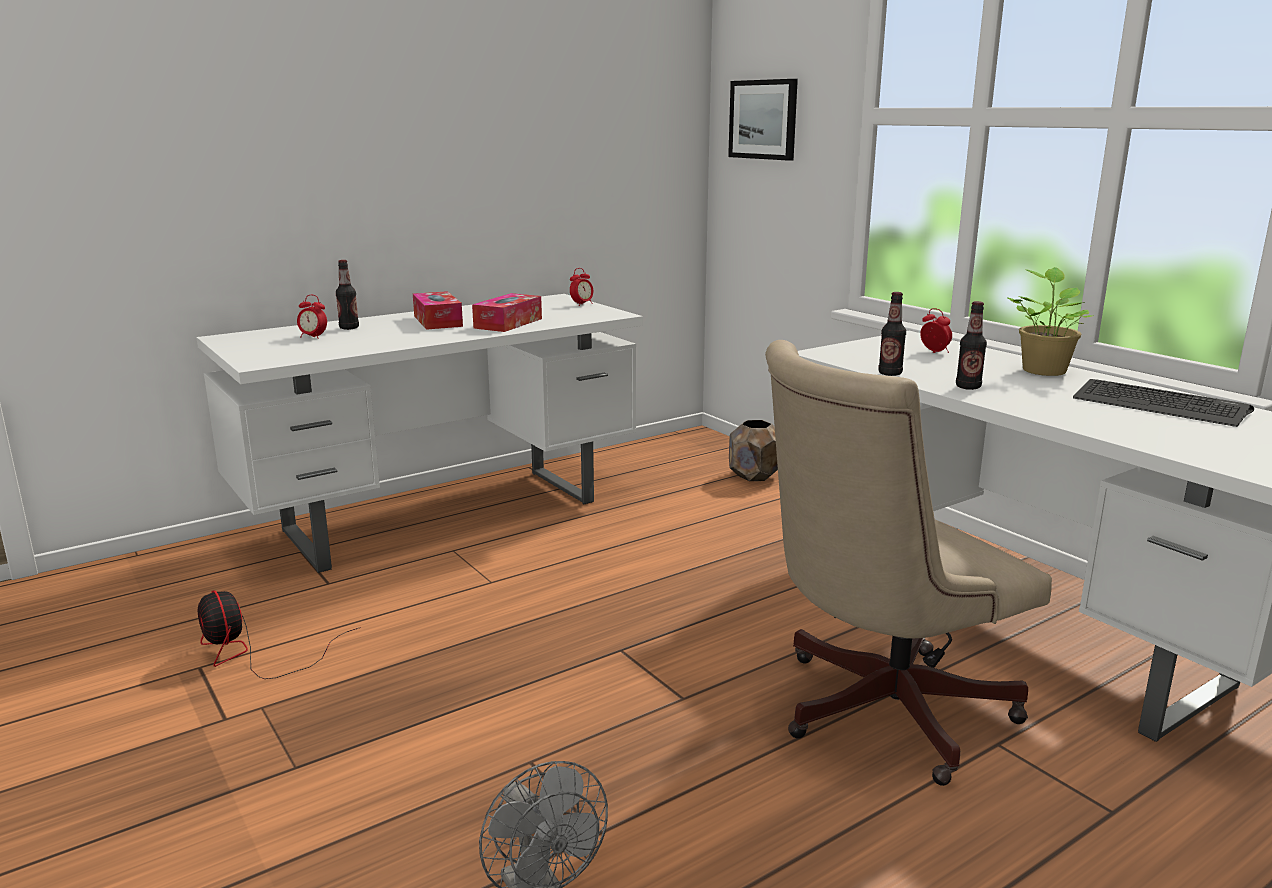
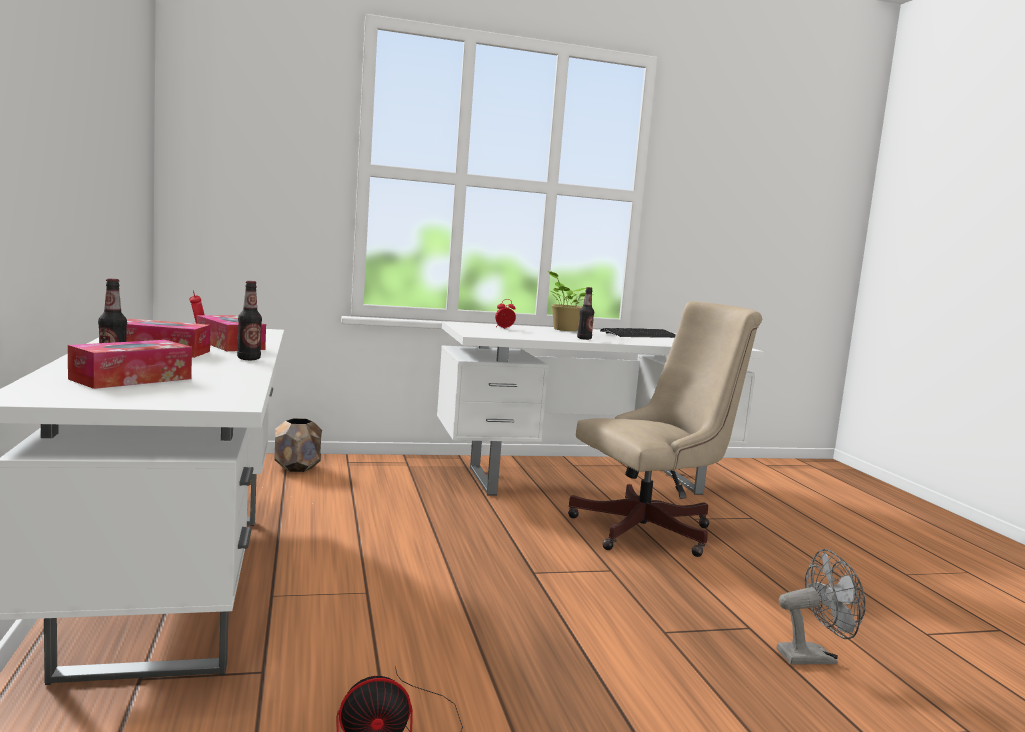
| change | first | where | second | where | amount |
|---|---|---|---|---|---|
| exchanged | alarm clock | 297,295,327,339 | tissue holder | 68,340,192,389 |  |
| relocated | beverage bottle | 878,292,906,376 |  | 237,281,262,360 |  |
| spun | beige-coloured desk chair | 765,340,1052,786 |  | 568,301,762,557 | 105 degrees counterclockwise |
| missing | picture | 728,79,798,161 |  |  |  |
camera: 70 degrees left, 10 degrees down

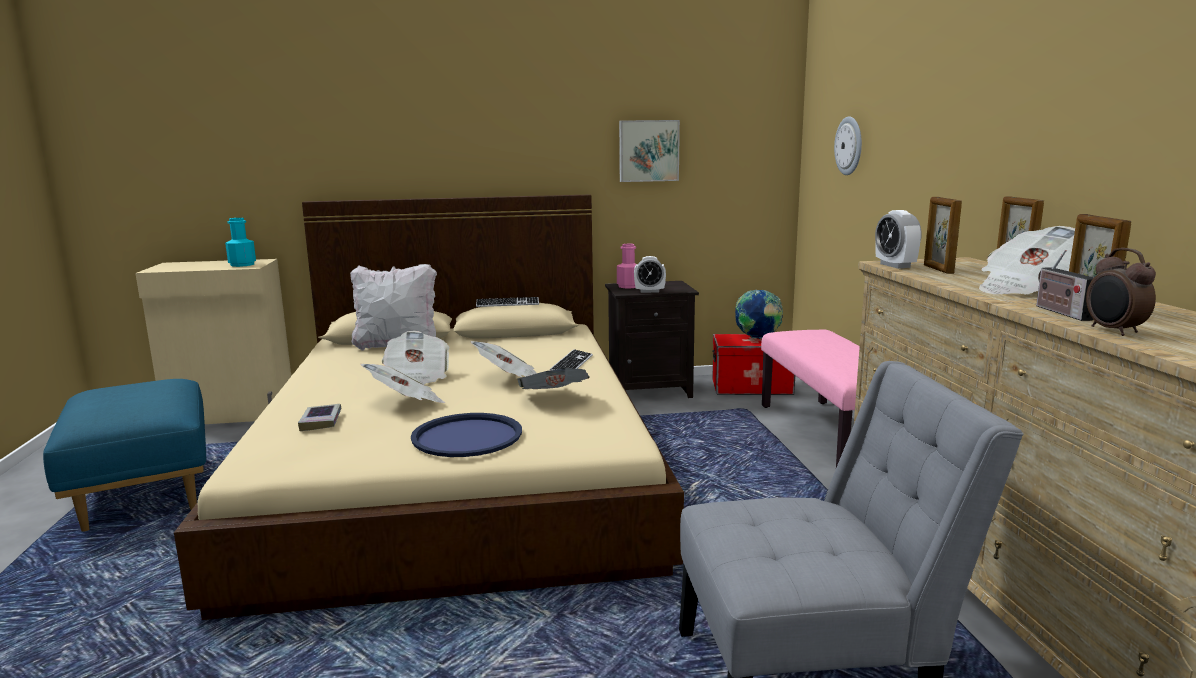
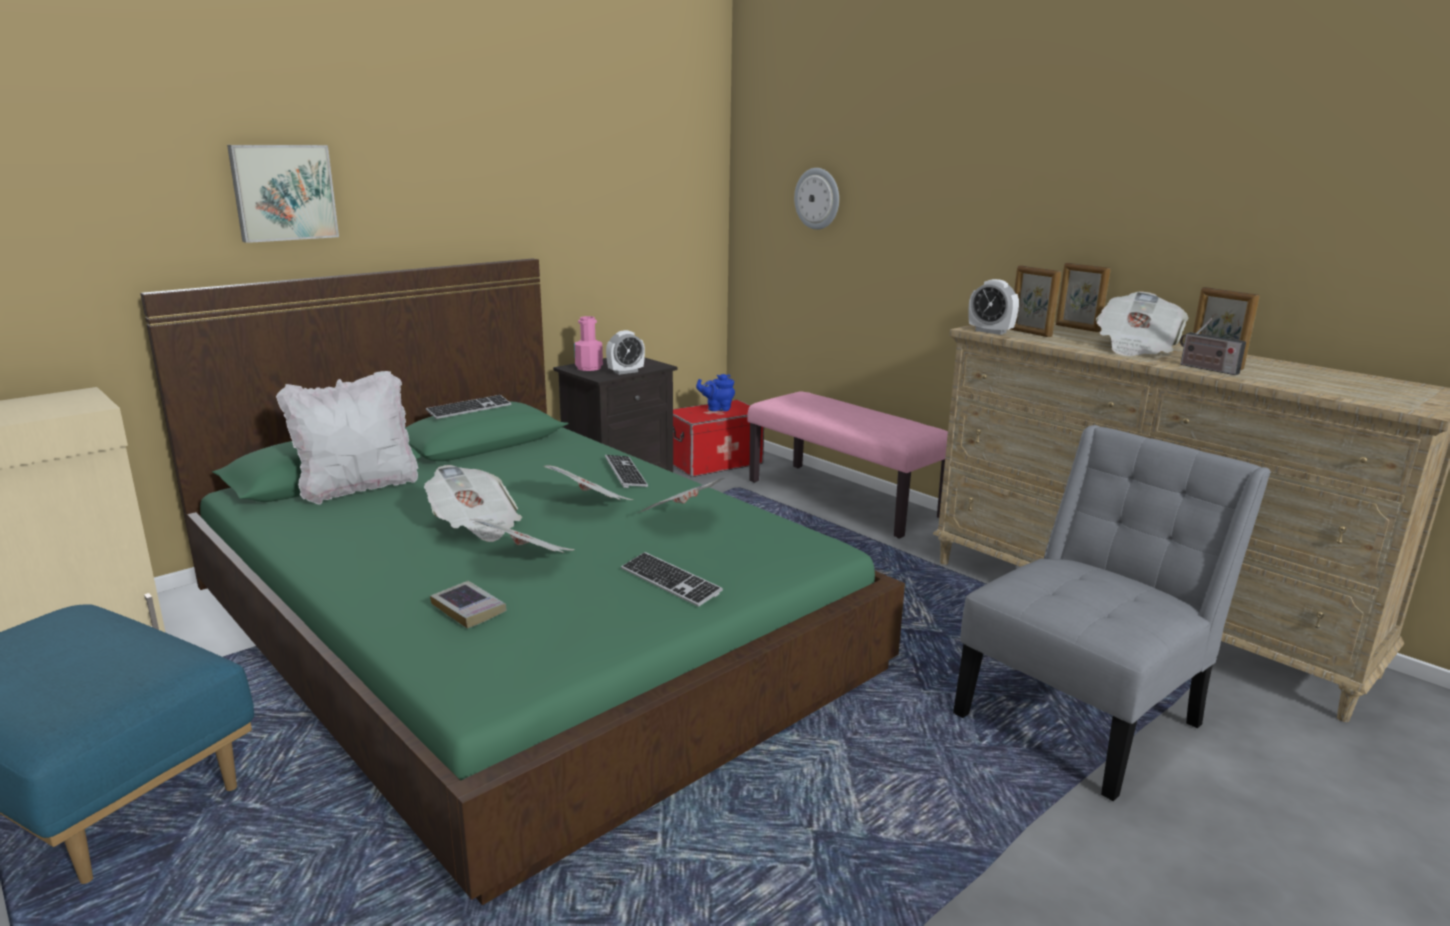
| change | first | where | second | where | amount |
|---|---|---|---|---|---|
| colour | beige-coloured bedroom bed | 174,195,684,620 | greenish bedroom bed | 140,258,905,905 |  |
| relocated | picture | 619,120,680,182 |  | 227,145,339,243 |  |
| exchanged | blue-coloured carrying tray | 411,413,522,457 | keyboard | 621,552,723,607 |  |
| exchanged | globe | 735,290,783,339 | blue-coloured tea pot | 696,374,735,411 |  |
| missing | blue-green beverage bottle | 225,218,256,267 |  |  |  |
| missing | alarm clock | 1086,248,1156,336 |  |  |  |
camera: 35 degrees left, 5 degrees up

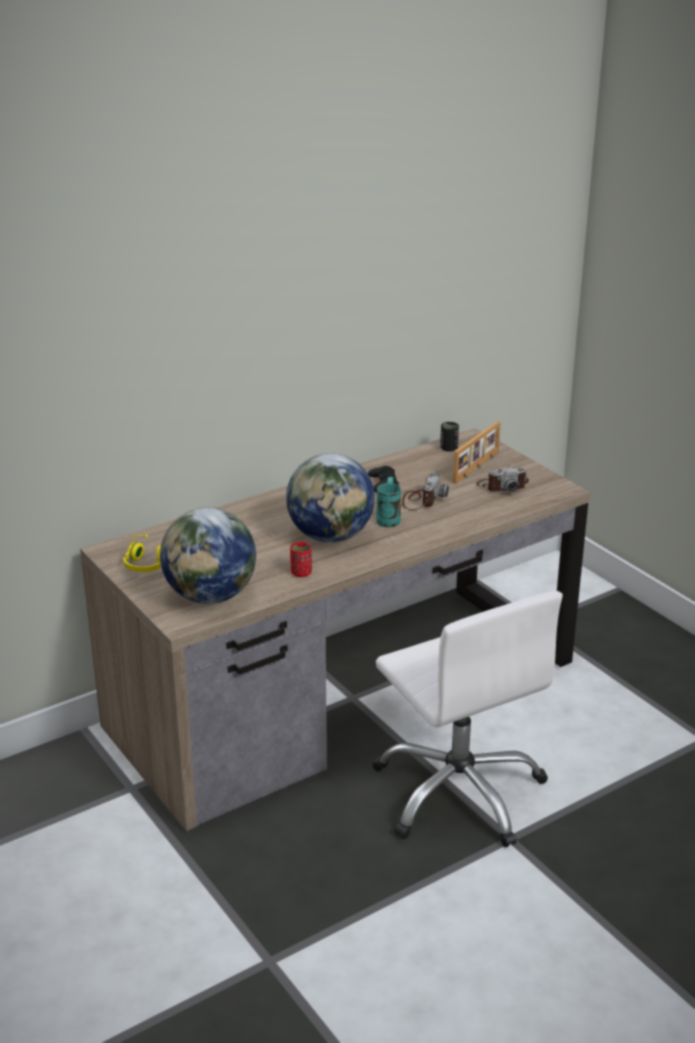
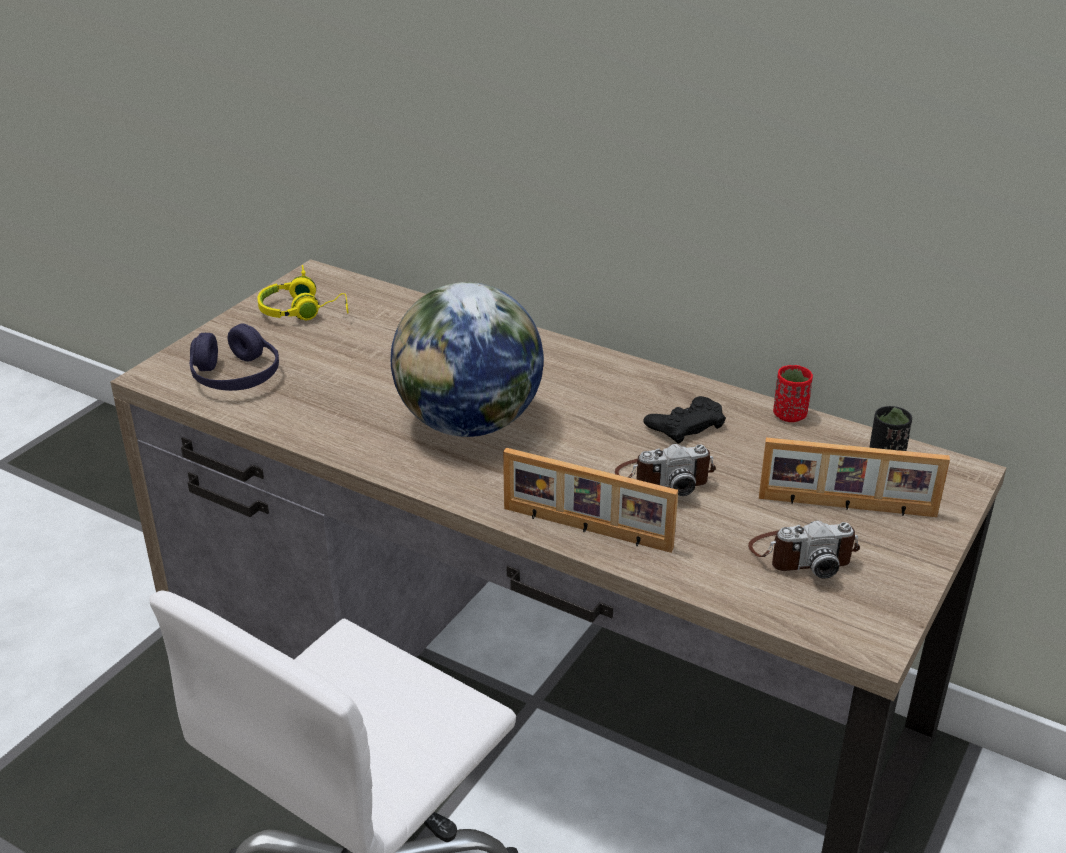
| change | first | where | second | where | amount |
|---|---|---|---|---|---|
| exchanged | globe | 160,507,256,604 | purple pair of headphones | 190,324,279,391 |  |
| appeared |  |  | picture frame | 503,448,678,553 |  |
| spun | still camera | 476,467,529,492 |  | 748,520,860,579 | 60 degrees counterclockwise |
| relocated | red-coloured small cup | 290,542,312,577 |  | 773,365,813,422 |  |
| missing | blue-green mug | 376,477,401,528 |  |  |  |
camera: 65 degrees right, 5 degrees up

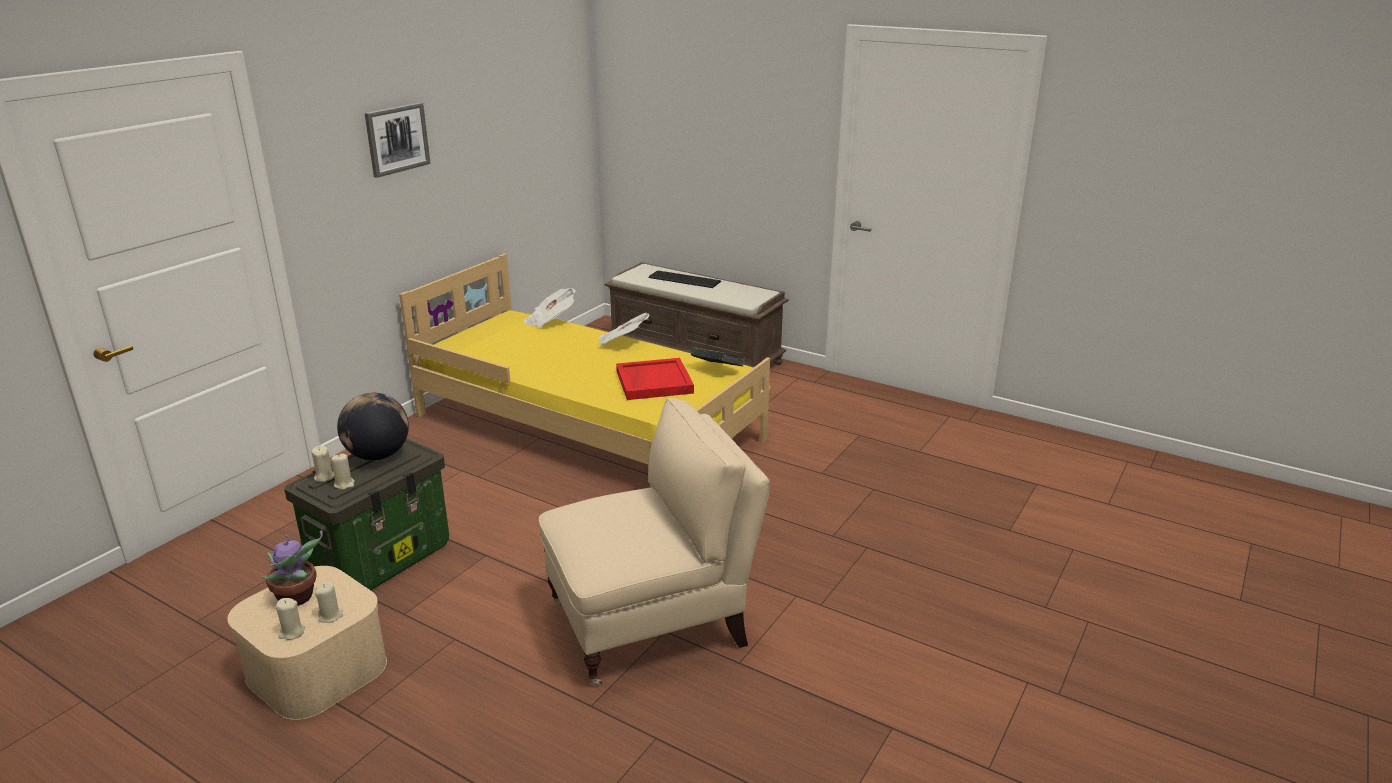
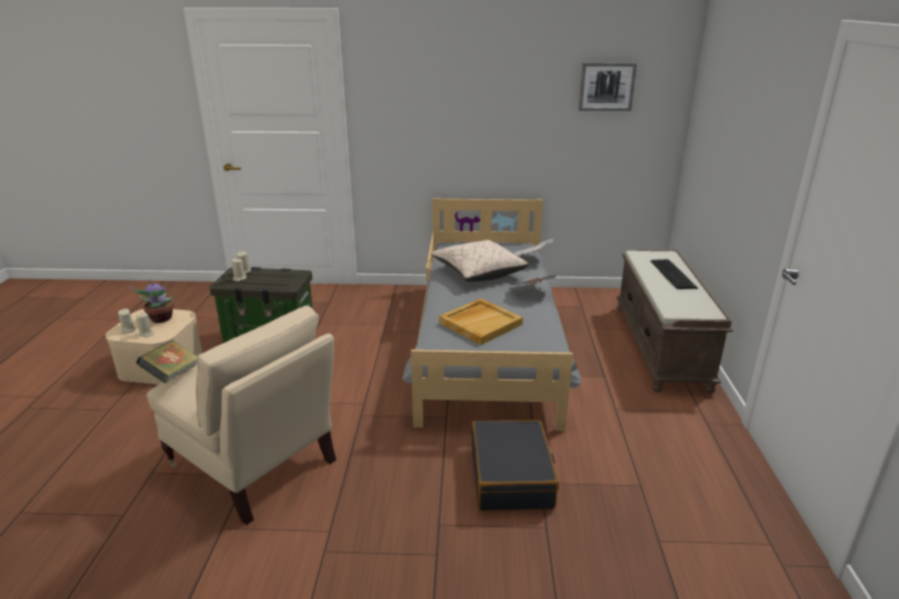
| change | first | where | second | where | amount |
|---|---|---|---|---|---|
| relocated | book | 691,347,745,366 |  | 136,340,197,383 |  |
| colour | yellowish bedroom bed | 399,253,771,465 | gray bedroom bed | 402,198,581,431 |  |
| appeared |  |  | beige-coloured pillow | 431,240,529,282 |  |
| colour | red-coloured carrying tray | 616,358,694,400 | beige-coloured carrying tray | 439,298,523,345 |  |
| appeared |  |  | blackish suitcase | 471,420,559,511 |  |
| relocated | picture | 365,103,431,178 |  | 578,63,637,111 |  |
| missing | globe | 337,393,409,460 |  |  |  |
camera: 60 degrees right, 0 degrees up

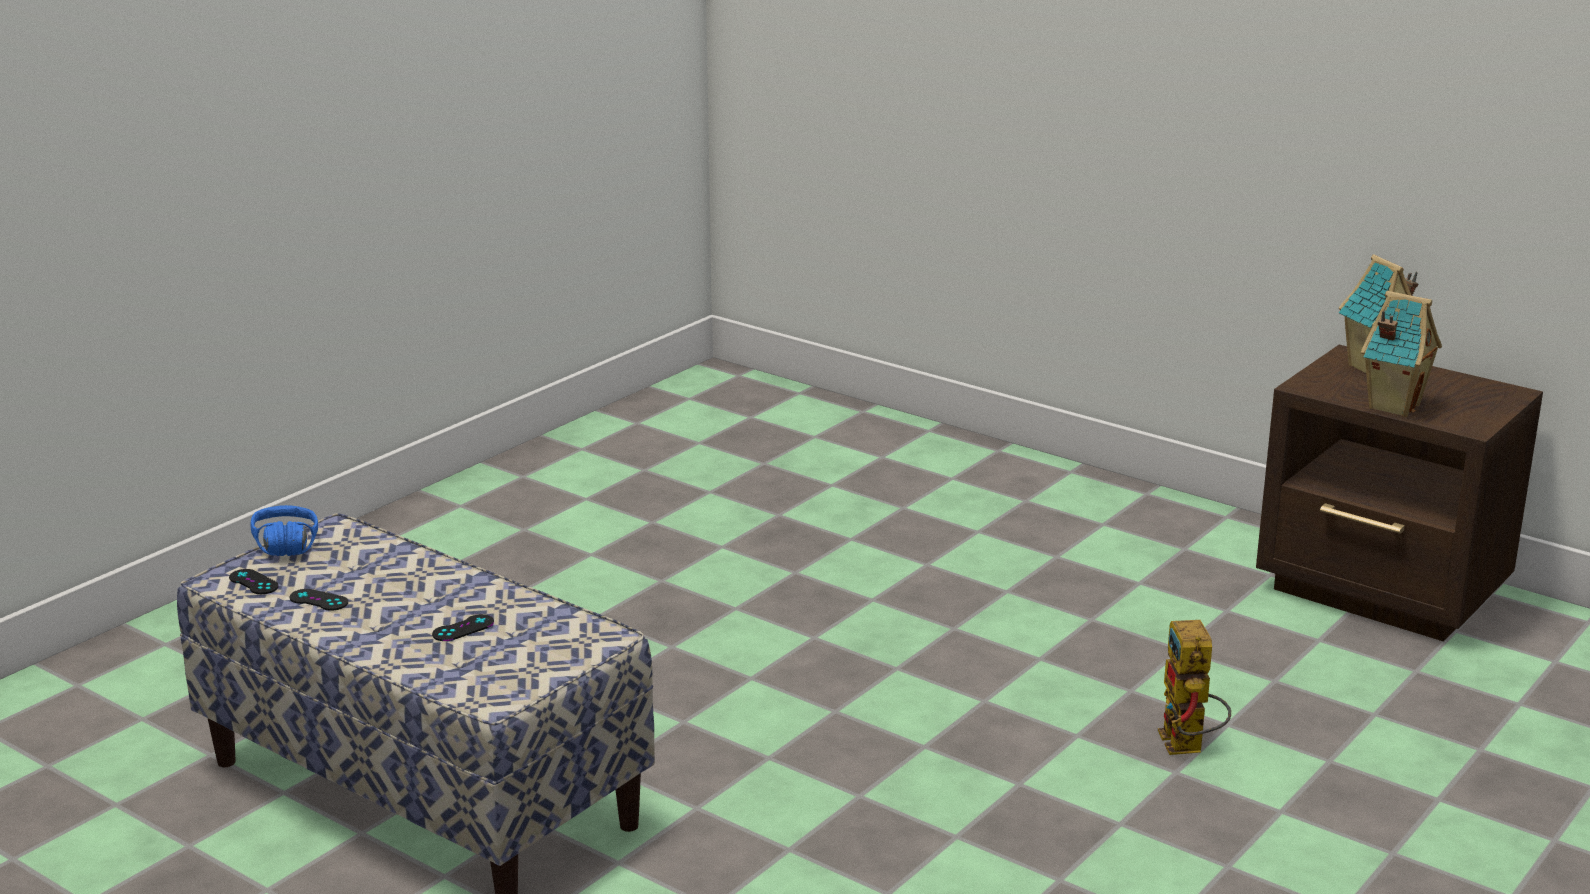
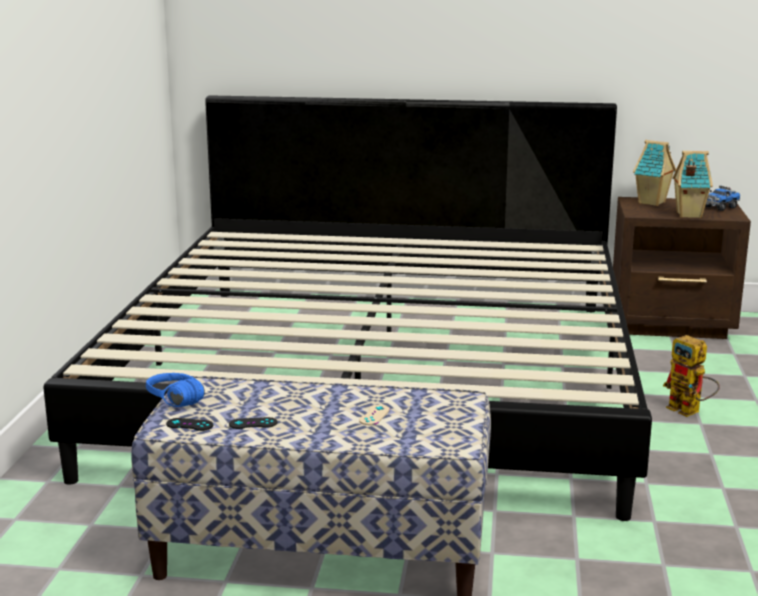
| change | first | where | second | where | amount |
|---|---|---|---|---|---|
| appeared |  |  | bedroom bed | 44,95,652,521 |  |
| colour | blackish game controller | 432,614,494,641 | beige-coloured game controller | 359,405,390,425 |  |
| appeared |  |  | toy lorry | 705,186,740,211 |  |
camera: 30 degrees left, 5 degrees down

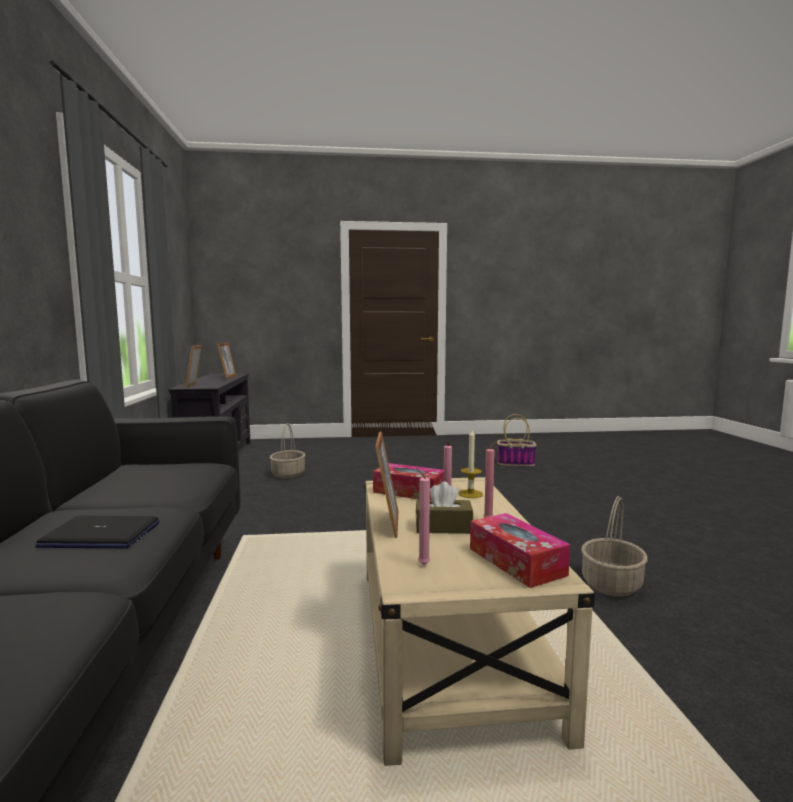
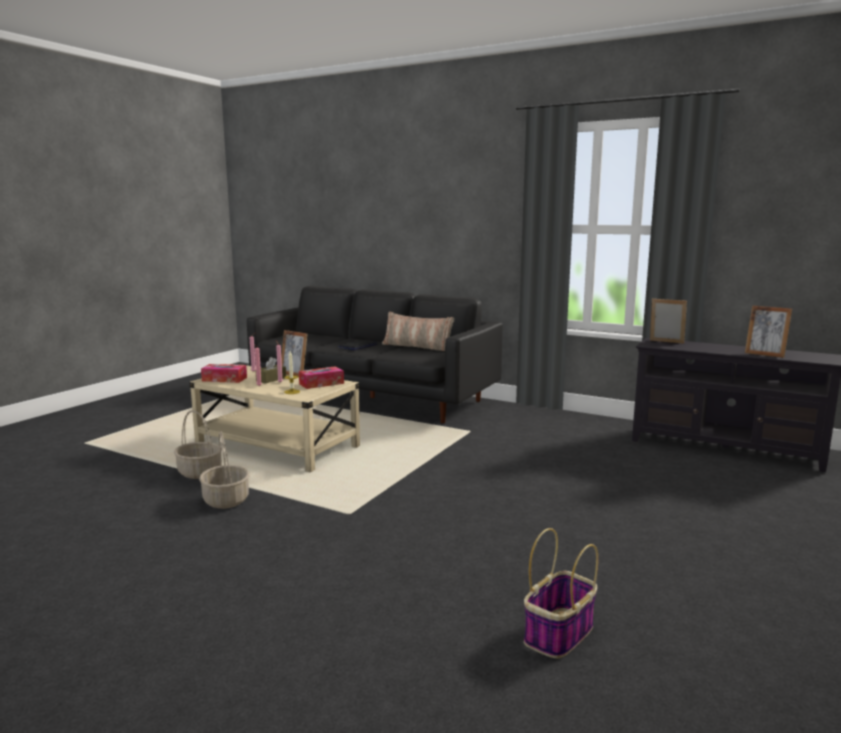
| change | first | where | second | where | amount |
|---|---|---|---|---|---|
| relocated | household basket | 269,423,306,479 |  | 174,410,222,479 |  |
| appeared |  |  | pillow | 382,312,454,351 |  |
camera: 125 degrees right, 5 degrees up

